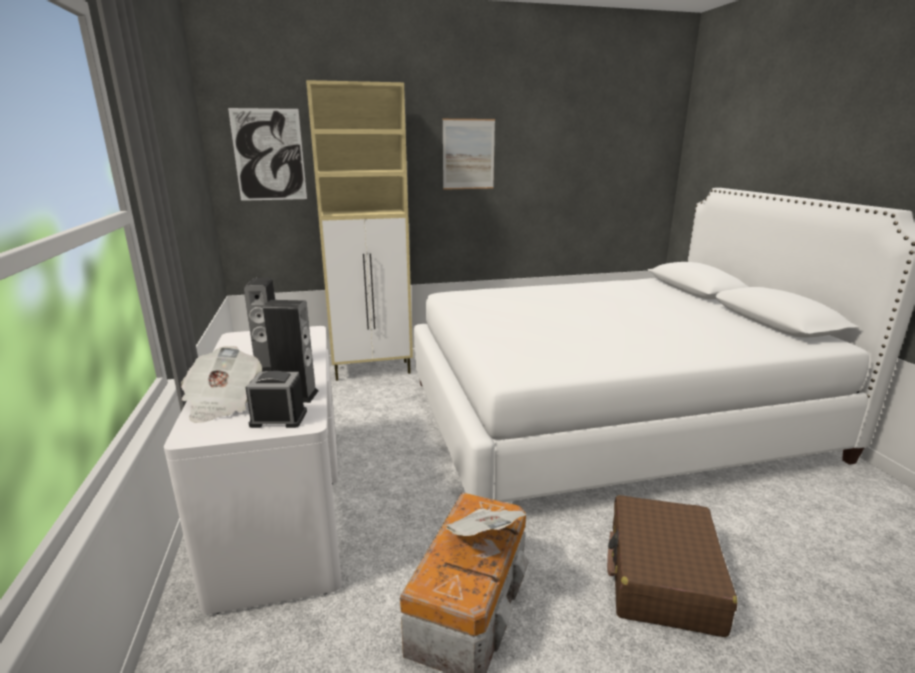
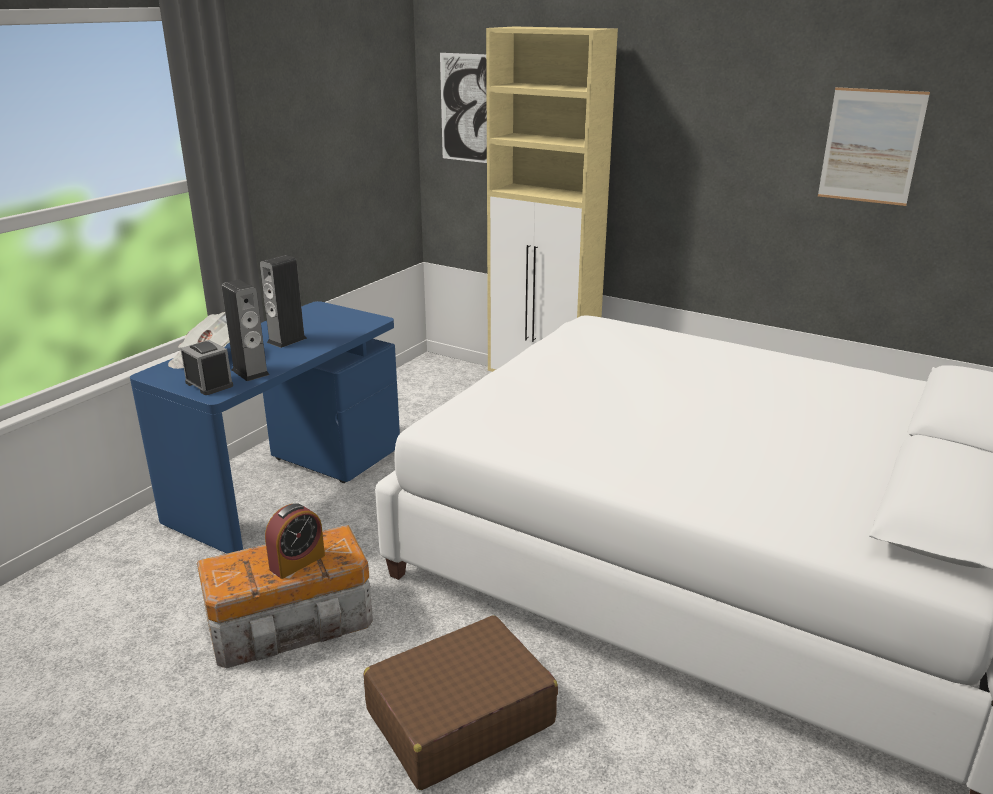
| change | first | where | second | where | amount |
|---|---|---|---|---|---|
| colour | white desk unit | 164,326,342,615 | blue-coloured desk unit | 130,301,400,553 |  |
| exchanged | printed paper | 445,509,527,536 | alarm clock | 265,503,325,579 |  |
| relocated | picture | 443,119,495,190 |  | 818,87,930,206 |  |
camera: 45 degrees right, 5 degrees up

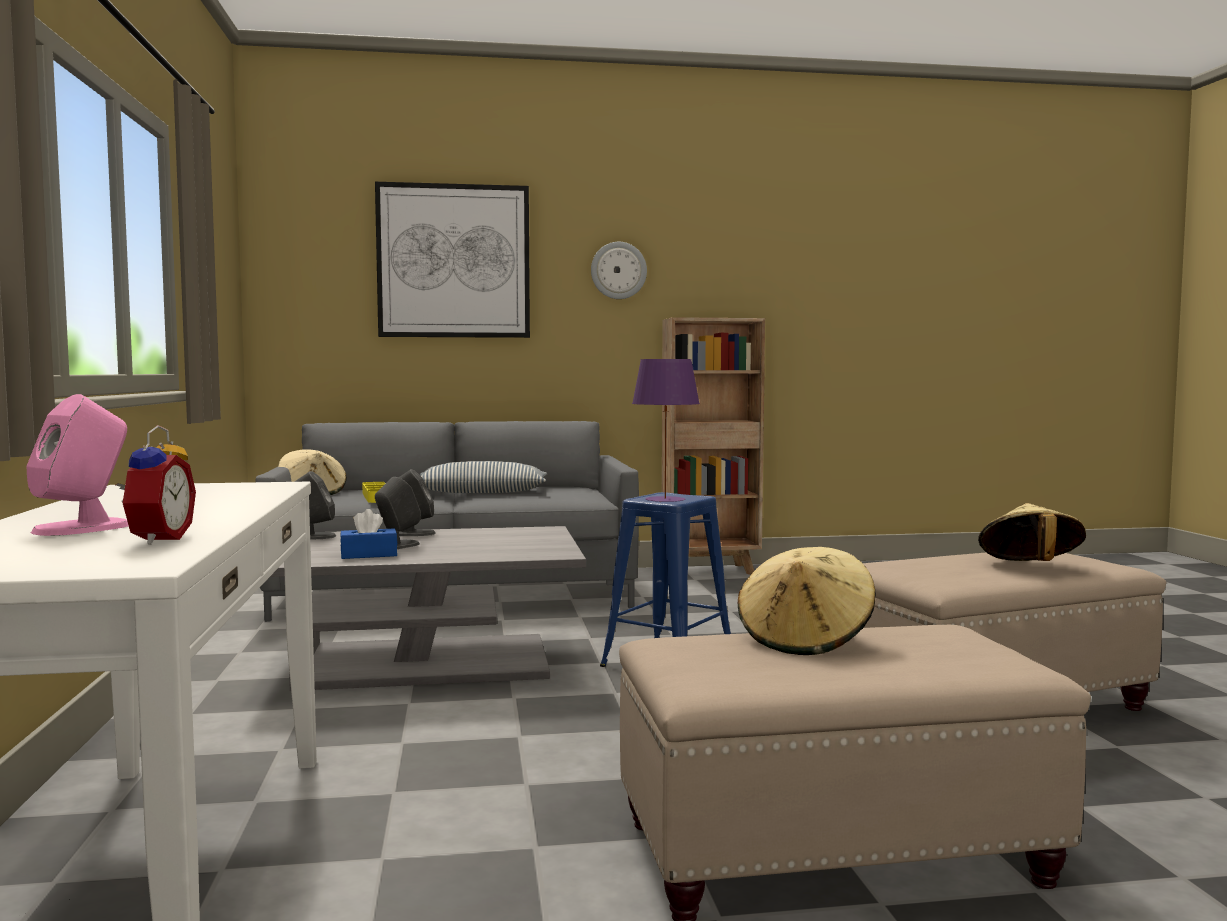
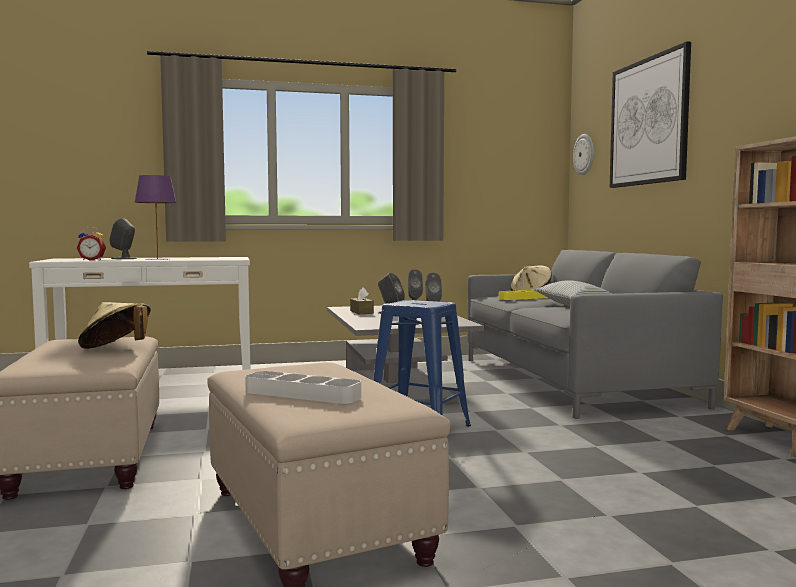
| change | first | where | second | where | amount |
|---|---|---|---|---|---|
| colour | pink speaker | 26,394,129,536 | gray speaker | 109,218,137,259 |  |
| relocated | purple table lamp | 632,359,700,502 |  | 135,175,177,260 |  |
| exchanged | beige-coloured clothing hat | 978,503,1086,561 | gray carrying tray | 245,371,361,404 |  |
| colour | blue-coloured tissue holder | 340,509,398,559 | brown tissue holder | 350,287,374,314 |  |
| relocated | wall clock | 591,242,647,299 |  | 573,134,594,175 |  |
camera: 85 degrees right, 0 degrees up

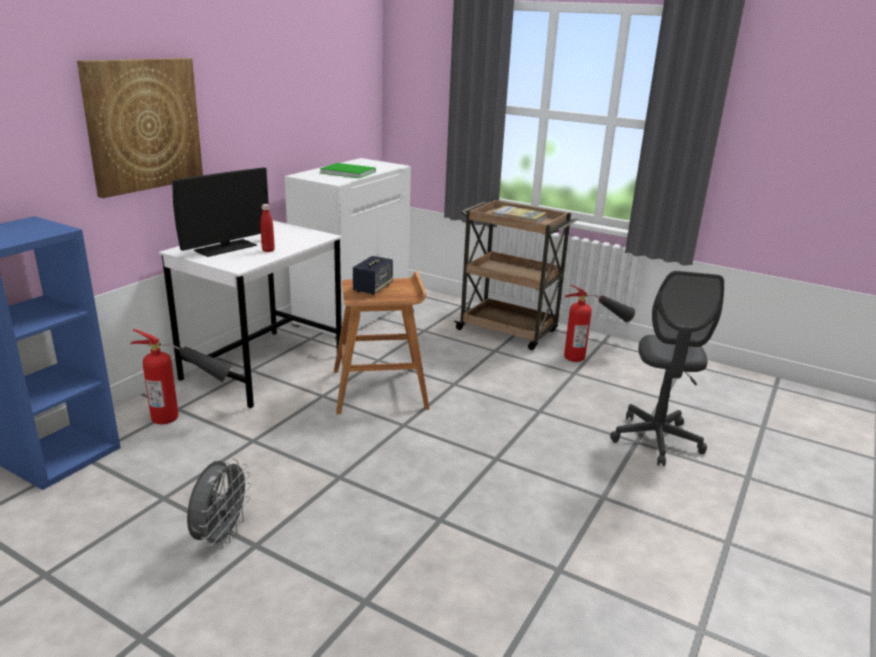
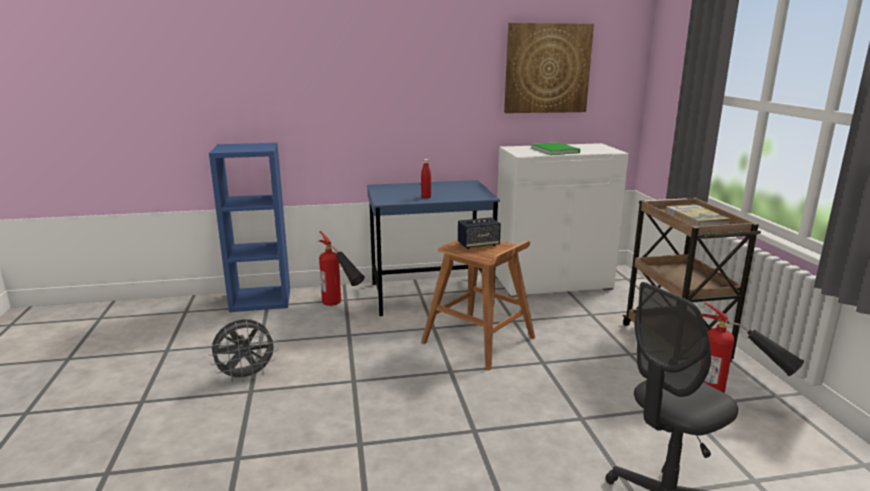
| change | first | where | second | where | amount |
|---|---|---|---|---|---|
| colour | white desk unit | 159,220,342,408 | blue-coloured desk unit | 367,180,500,316 |  |
| relocated | picture | 77,58,203,198 |  | 504,23,594,113 |  |
| missing | computer screen | 172,167,269,257 |  |  |  |
camera: 50 degrees right, 5 degrees down

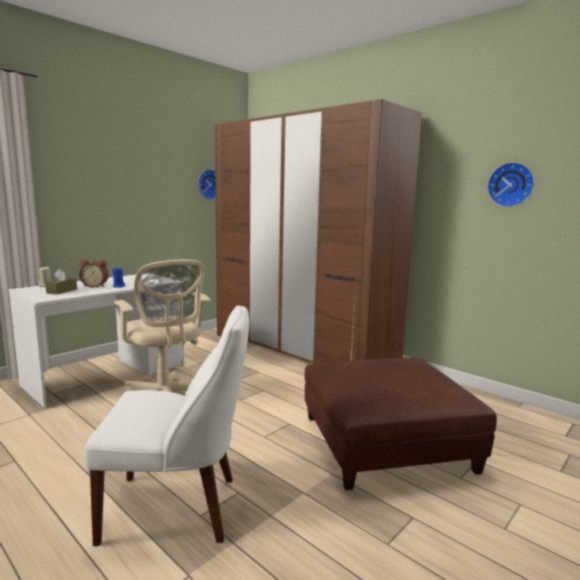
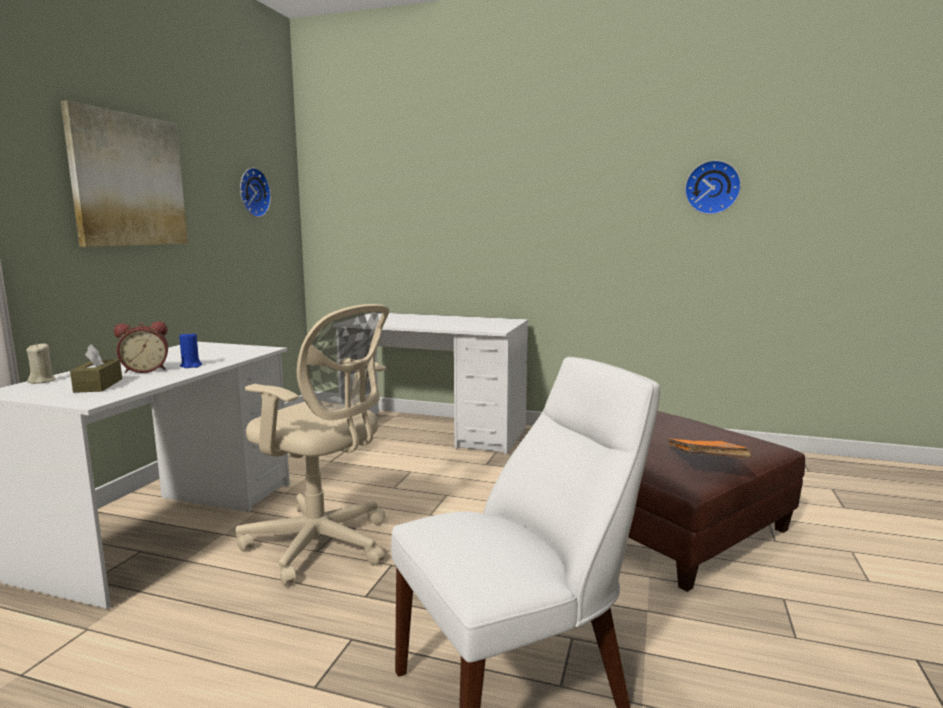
| change | first | where | second | where | amount |
|---|---|---|---|---|---|
| appeared |  |  | picture | 61,100,188,247 |  |
| exchanged | brown wardrobe | 215,99,422,364 | white desk unit | 342,313,528,455 |  |
| appeared |  |  | orange book | 667,438,752,459 |  |
camera: 25 degrees left, 0 degrees up

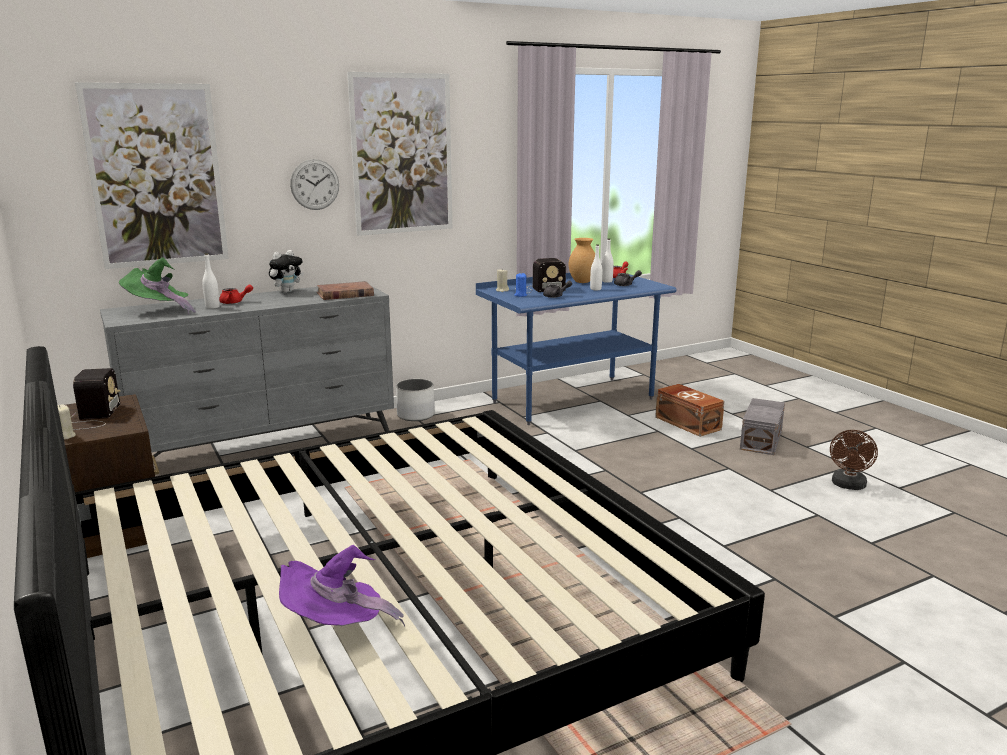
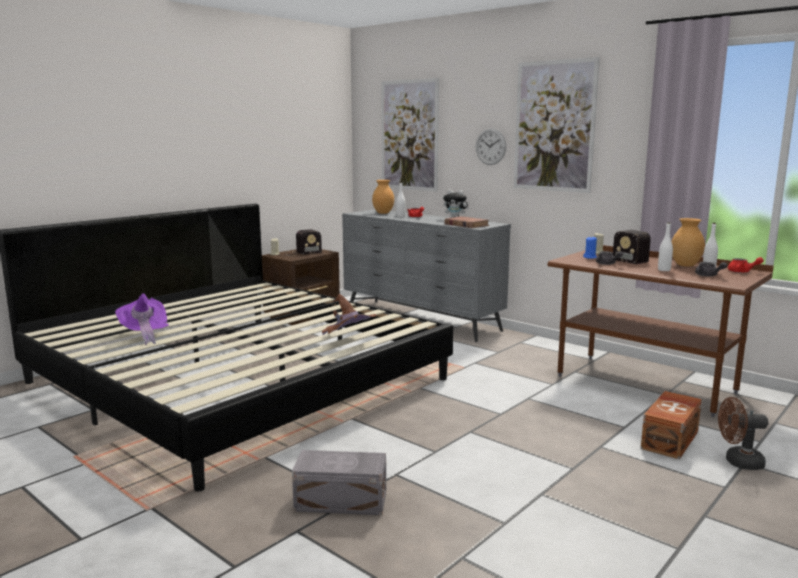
| change | first | where | second | where | amount |
|---|---|---|---|---|---|
| relocated | gray storage container | 740,398,785,455 |  | 292,450,386,515 |  |
| appeared |  |  | brown clothing hat | 322,294,376,335 |  |
| exchanged | greenish clothing hat | 119,257,196,314 | brown flower vase | 372,180,394,214 |  |
| colour | blue-coloured desk unit | 476,273,677,425 | brown desk unit | 548,245,774,417 |  |
| relocated | brown fan | 830,430,878,490 |  | 718,397,768,470 |  |
| missing | white flower pot | 396,379,435,421 |  |  |  |
camera: 70 degrees right, 5 degrees down

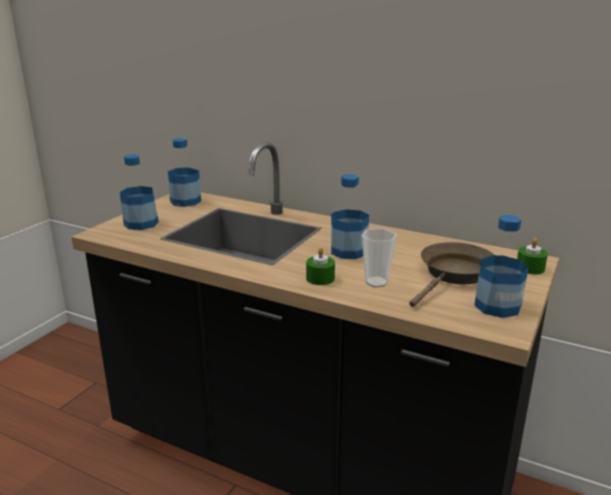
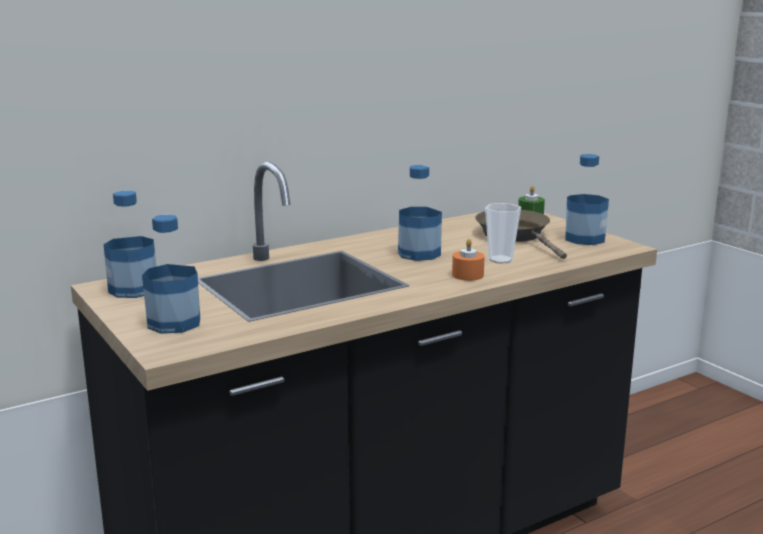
| change | first | where | second | where | amount |
|---|---|---|---|---|---|
| colour | greenish candle | 306,247,335,285 | orange candle | 452,239,485,281 |  |
camera: 60 degrees left, 5 degrees down

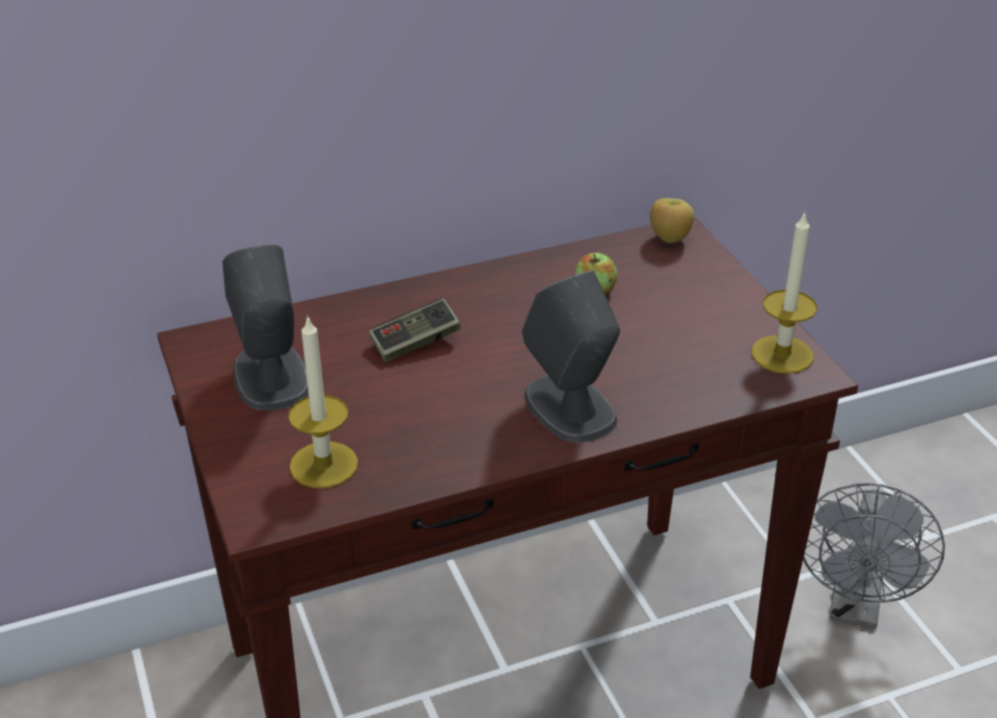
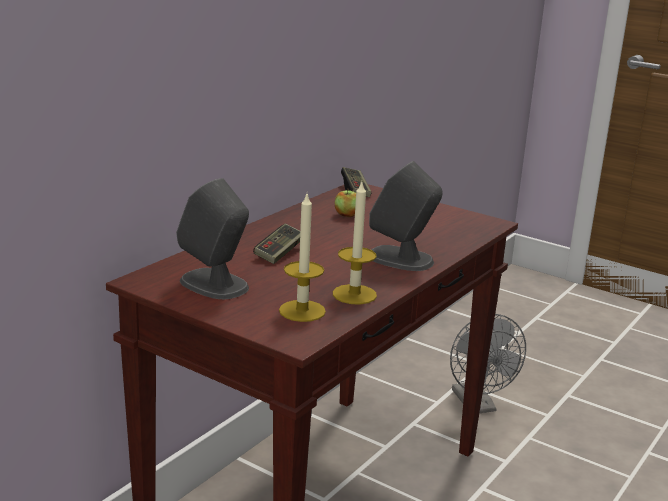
| change | first | where | second | where | amount |
|---|---|---|---|---|---|
| relocated | candle | 752,211,817,374 |  | 333,182,377,305 |  |
| exchanged | apple | 650,198,694,243 | game controller | 341,167,372,197 |  |
camera: 35 degrees left, 15 degrees down

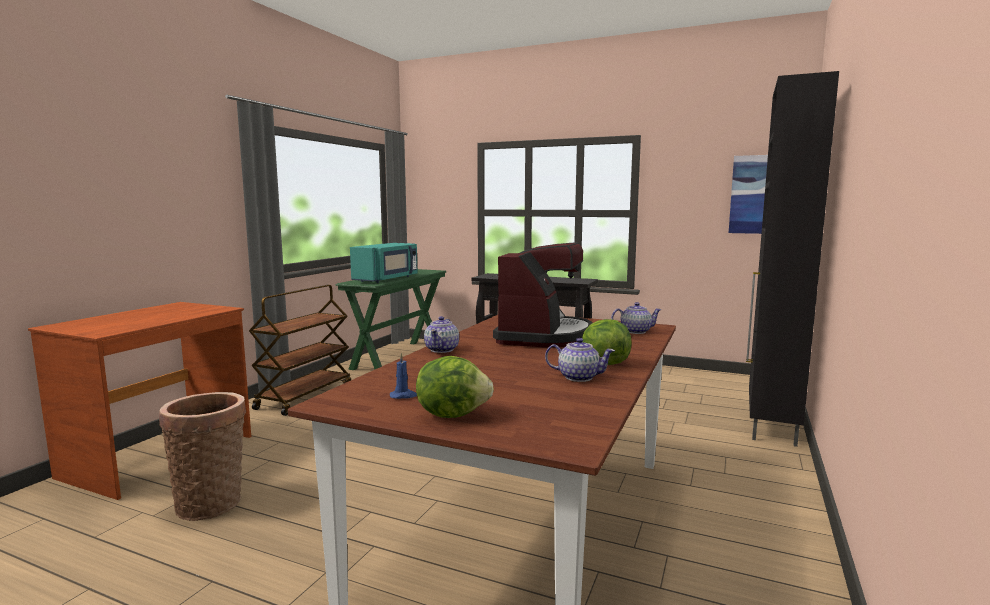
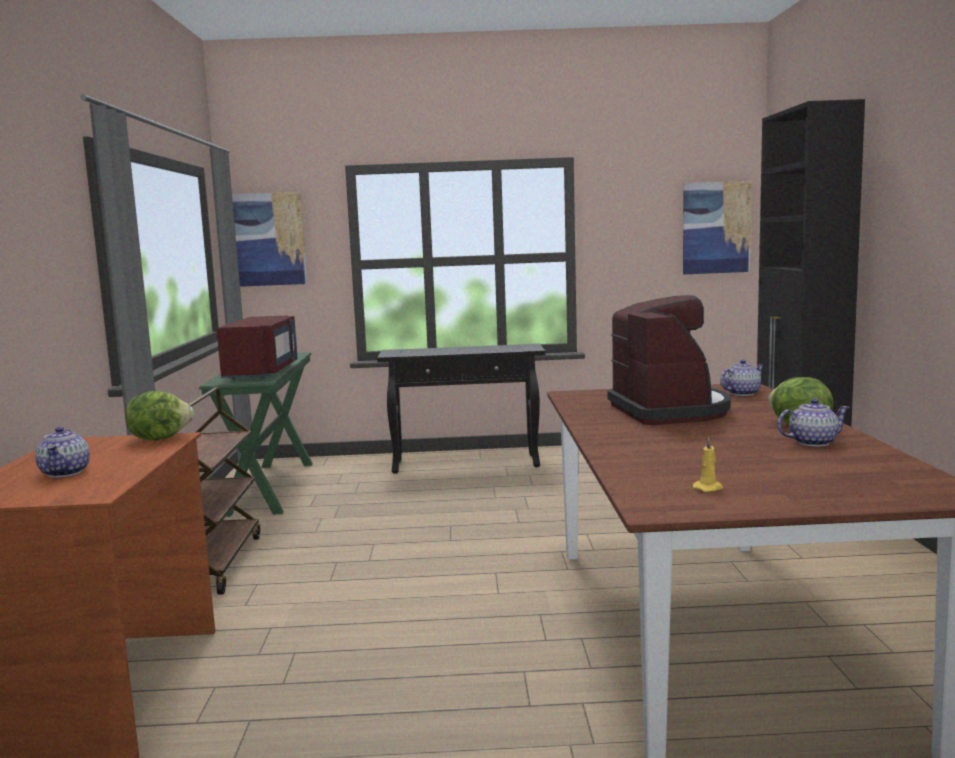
| change | first | where | second | where | amount |
|---|---|---|---|---|---|
| relocated | tea pot | 424,316,459,353 |  | 35,427,90,478 |  |
| relocated | lettuce head | 416,356,494,418 |  | 125,391,194,441 |  |
| colour | blue-green microwave oven | 350,243,417,283 | red-coloured microwave oven | 217,315,298,379 |  |
| appeared |  |  | picture | 232,192,308,287 |  |
| colour | blue-coloured candle | 390,353,417,399 | yellowish candle | 693,437,723,492 |  |
| missing | household basket | 159,392,246,521 |  |  |  |
camera: 25 degrees left, 0 degrees up

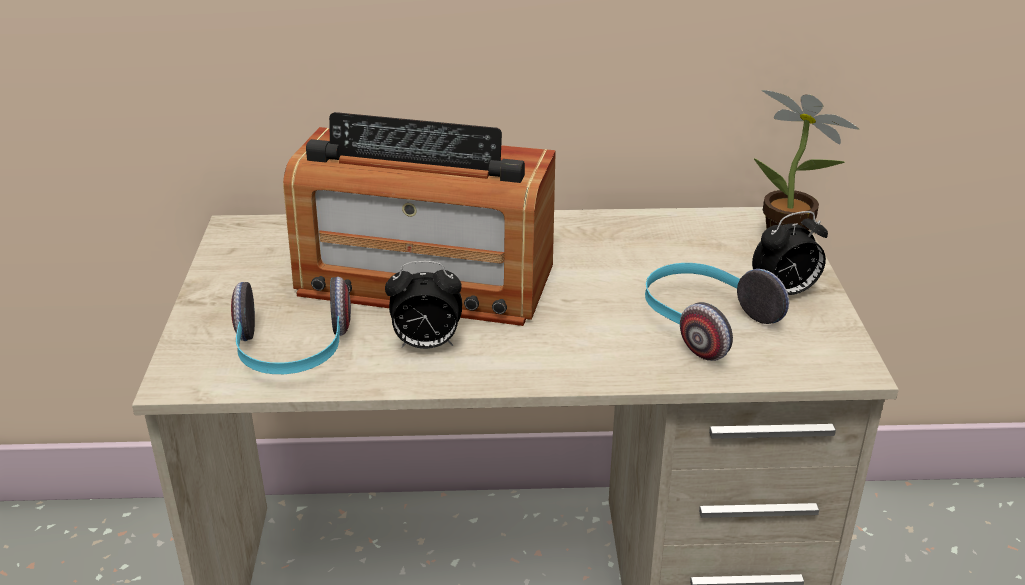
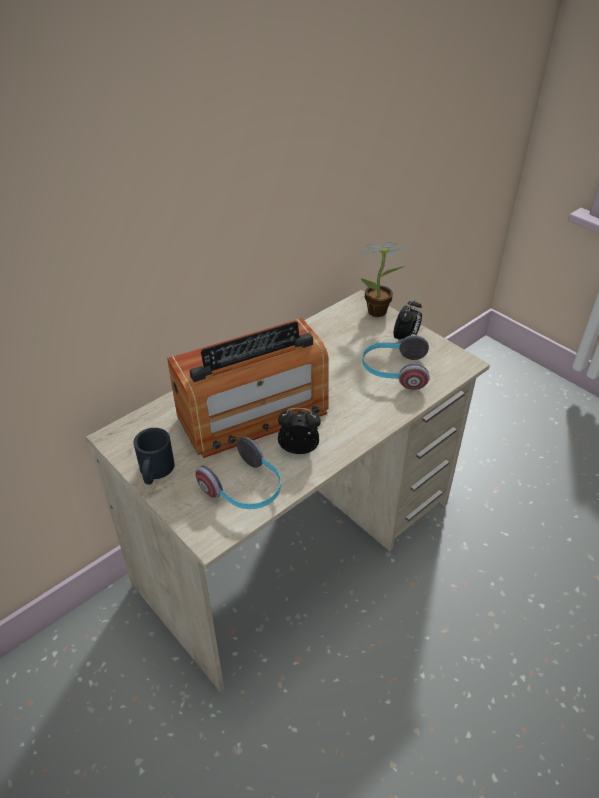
| change | first | where | second | where | amount |
|---|---|---|---|---|---|
| appeared |  |  | blackish mug | 133,428,175,485 |  |
| spun | alarm clock | 385,261,462,349 |  | 278,408,321,454 | 135 degrees counterclockwise |
camera: 40 degrees left, 10 degrees up

